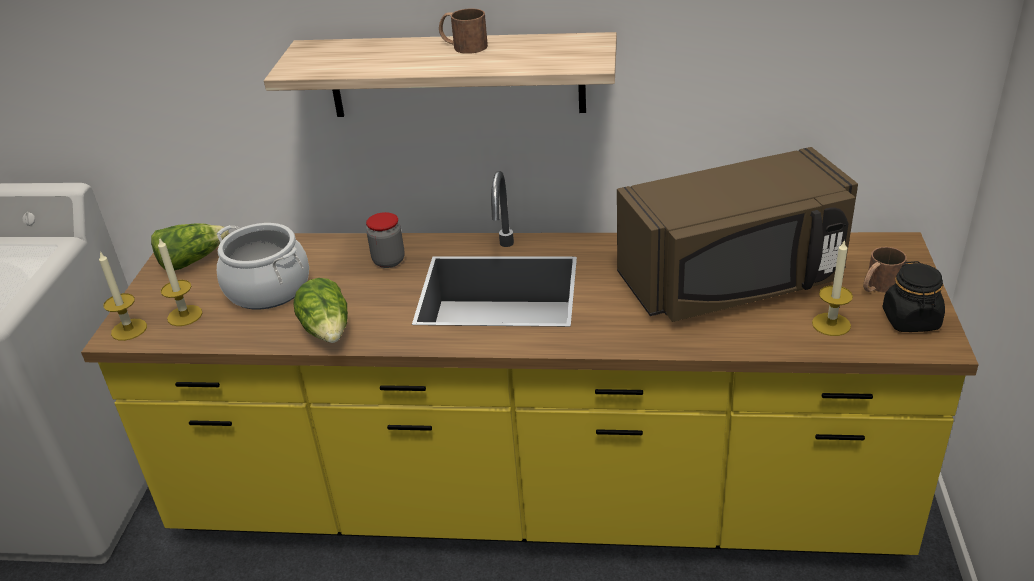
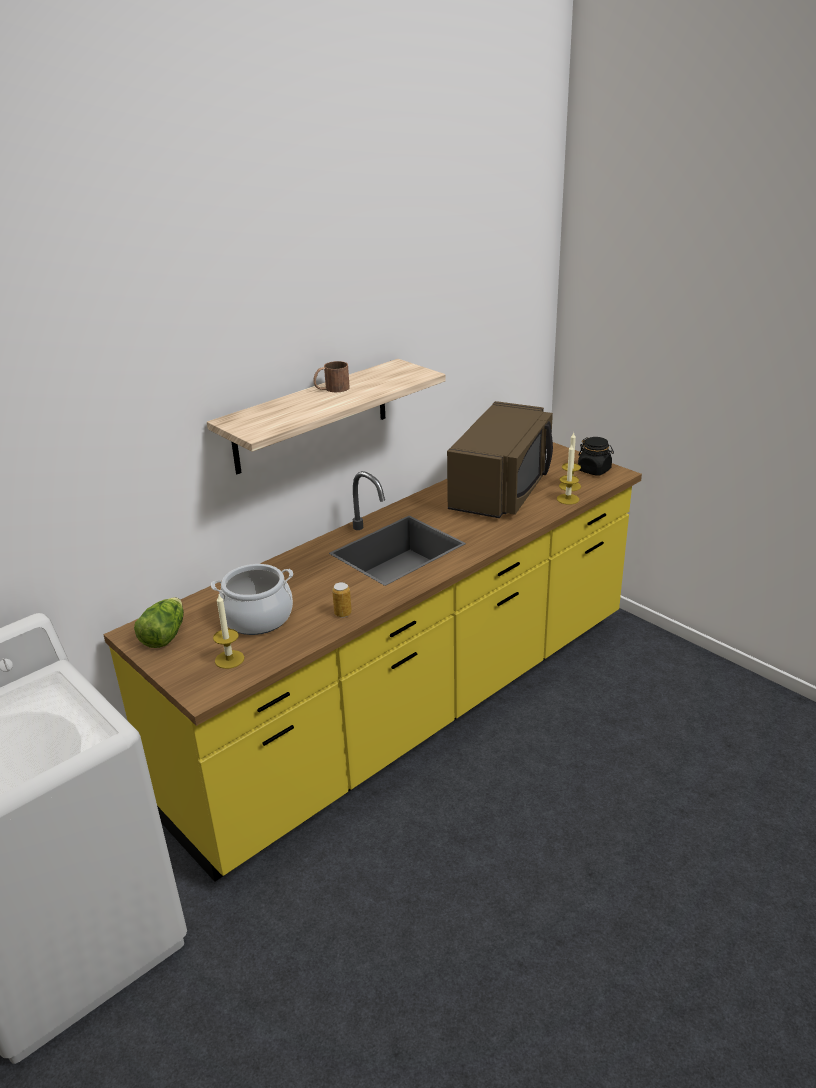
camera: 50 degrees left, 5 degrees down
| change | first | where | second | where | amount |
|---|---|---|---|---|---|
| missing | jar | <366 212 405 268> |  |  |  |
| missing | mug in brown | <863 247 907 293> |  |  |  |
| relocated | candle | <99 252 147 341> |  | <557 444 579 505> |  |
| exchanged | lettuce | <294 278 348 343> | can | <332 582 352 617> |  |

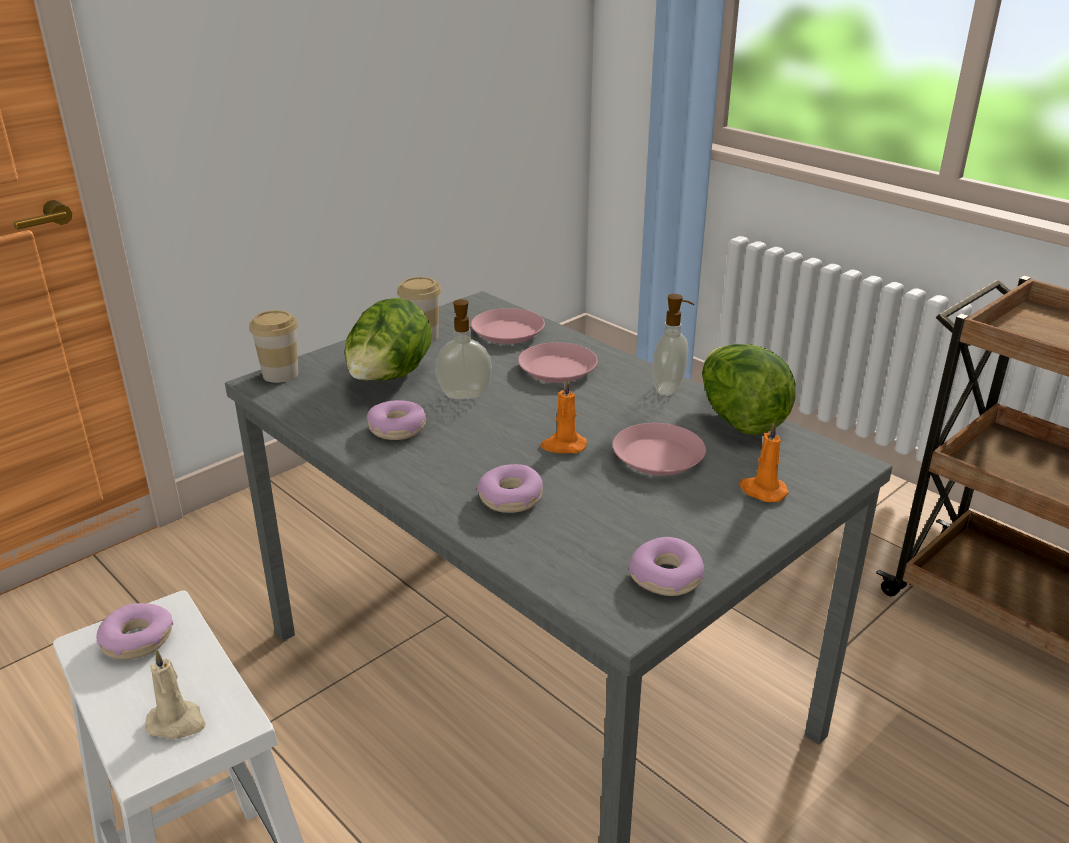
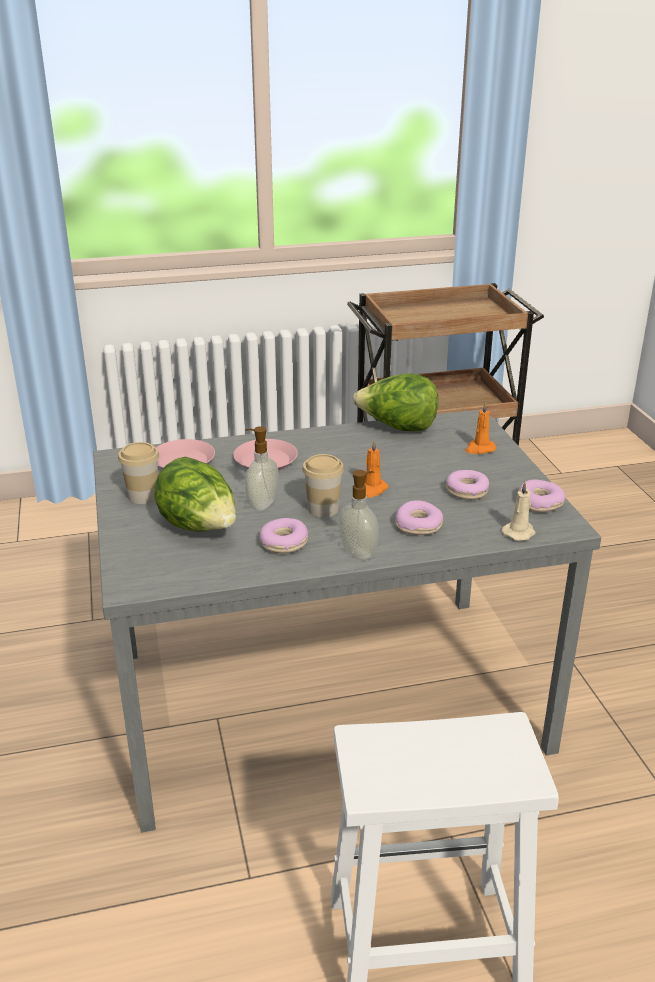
camera: 60 degrees left, 0 degrees up
| change | first | where | second | where | amount |
|---|---|---|---|---|---|
| relocated | soap dispenser | <652 294 694 396> |  | <339 470 378 560> |  |
| relocated | cup | <249 310 298 383> |  | <302 454 344 518> |  |
| missing | plate in pink | <613 423 706 476> |  |  |  |
| relocated | donut | <96 603 173 660> |  | <446 470 489 500> |  |
| relocated | candle in beige | <146 649 206 739> |  | <502 481 536 541> |  |

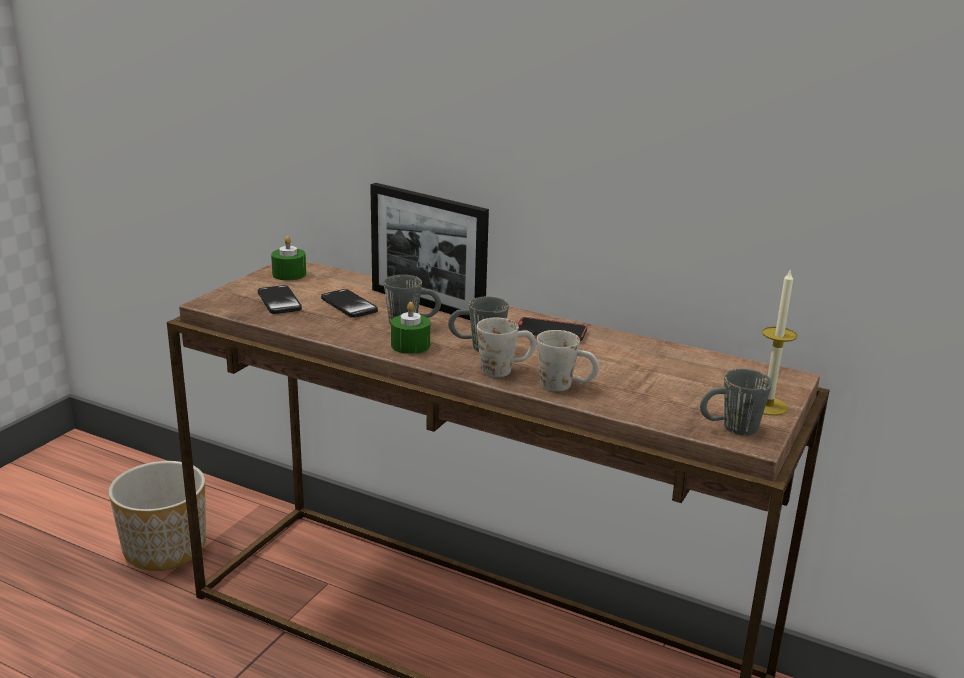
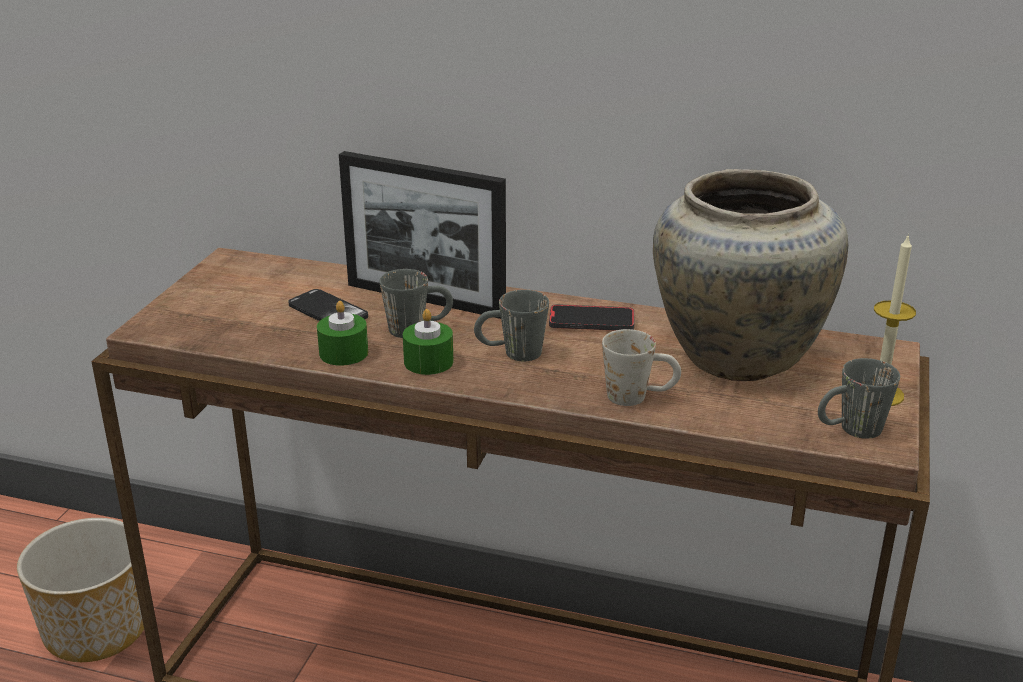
camera: 10 degrees left, 5 degrees up
| change | first | where | second | where | amount |
|---|---|---|---|---|---|
| relocated | candle in green | <271 236 306 280> |  | <317 301 368 366> |  |
| missing | phone | <258 285 302 314> |  |  |  |
| missing | mug in white | <477 318 536 377> |  |  |  |
| appeared |  |  | vase in beige | <653 169 848 381> |  |

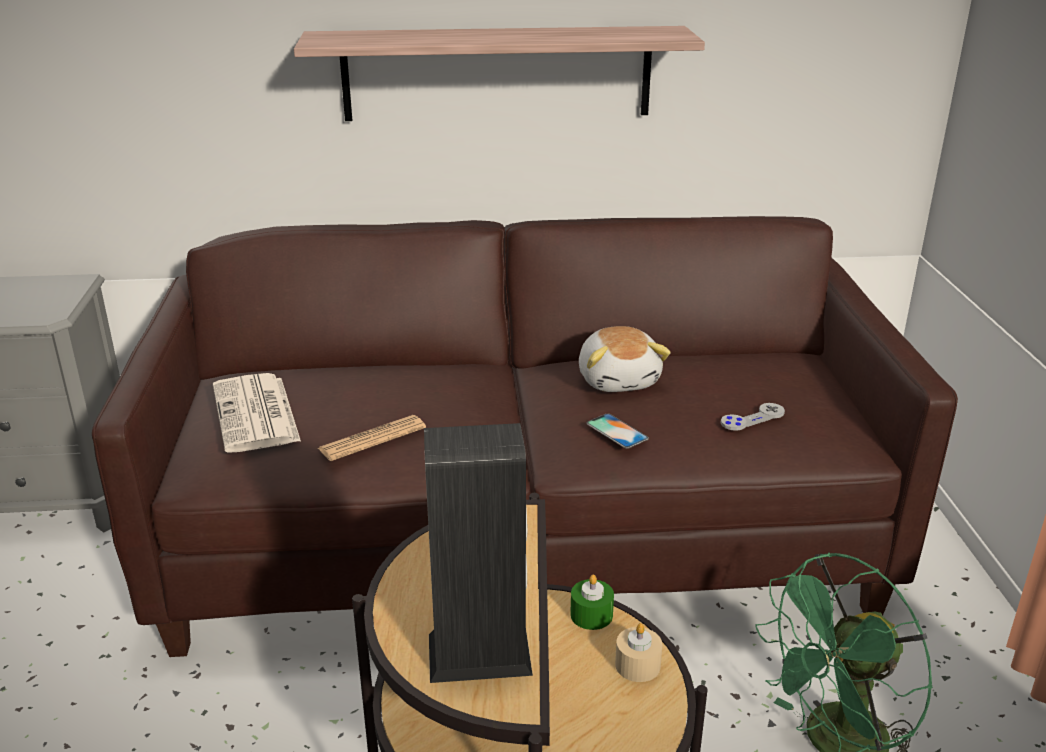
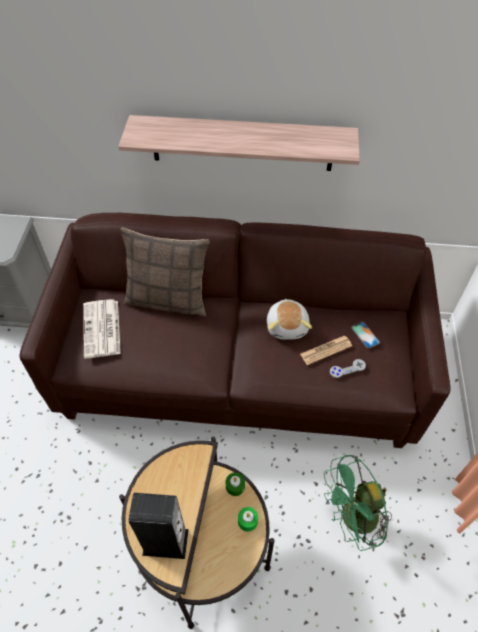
camera: 10 degrees right, 25 degrees up
| change | first | where | second | where | amount |
|---|---|---|---|---|---|
| relocated | phone | <587 413 649 449> |  | <351 322 380 349> |  |
| relocated | newspaper | <318 415 426 461> |  | <300 336 352 365> |  |
| colour | candle in beige | <615 623 662 682> | candle in green | <238 507 258 532> |  |
| appeared |  |  | pillow | <120 228 210 316> |  |

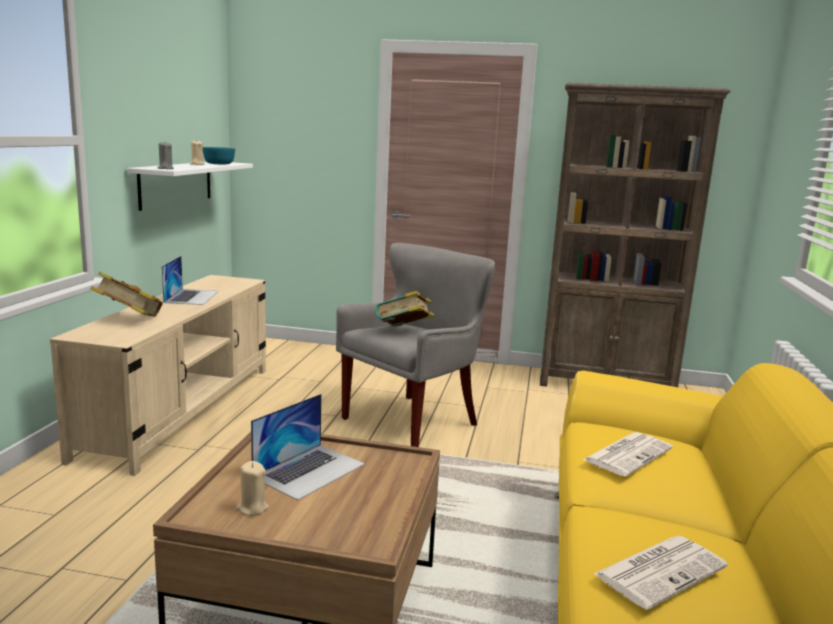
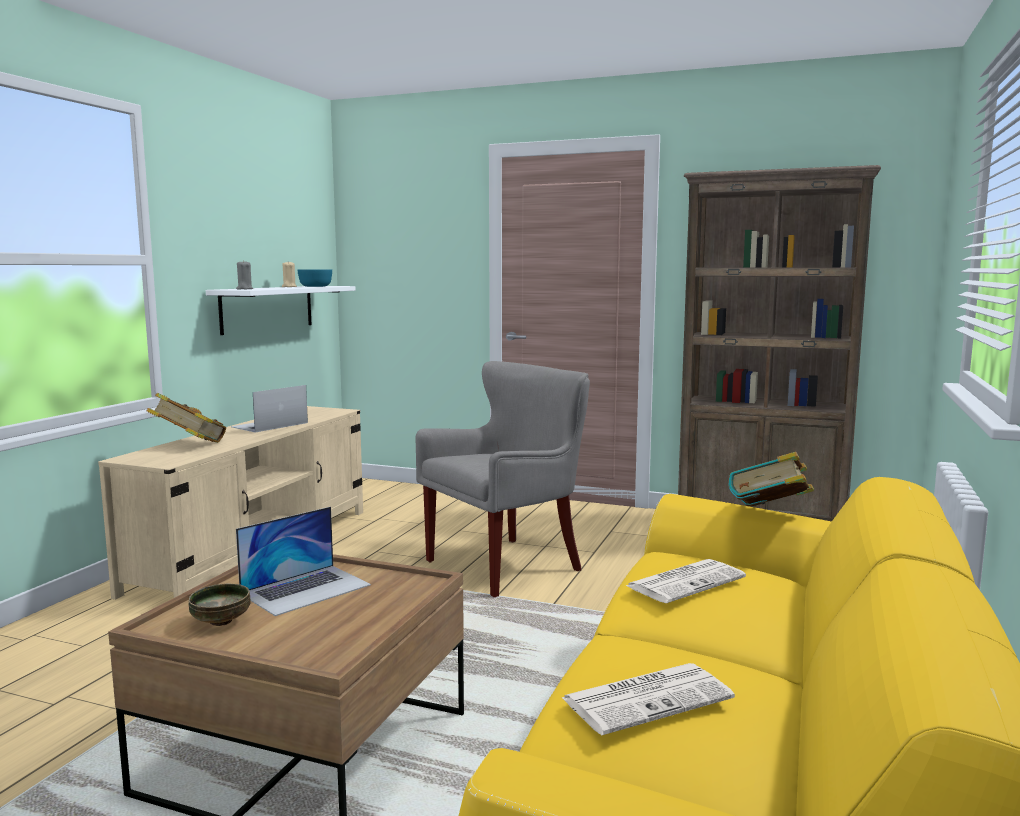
camera: 10 degrees right, 5 degrees down
| change | first | where | second | where | amount |
|---|---|---|---|---|---|
| spun | laptop | <162 256 219 305> |  | <231 385 308 433> | 150 degrees counterclockwise |
| relocated | book | <375 291 434 327> |  | <728 452 814 507> |  |
| exchanged | candle in beige | <236 461 269 516> | bowl | <188 583 251 626> |  |

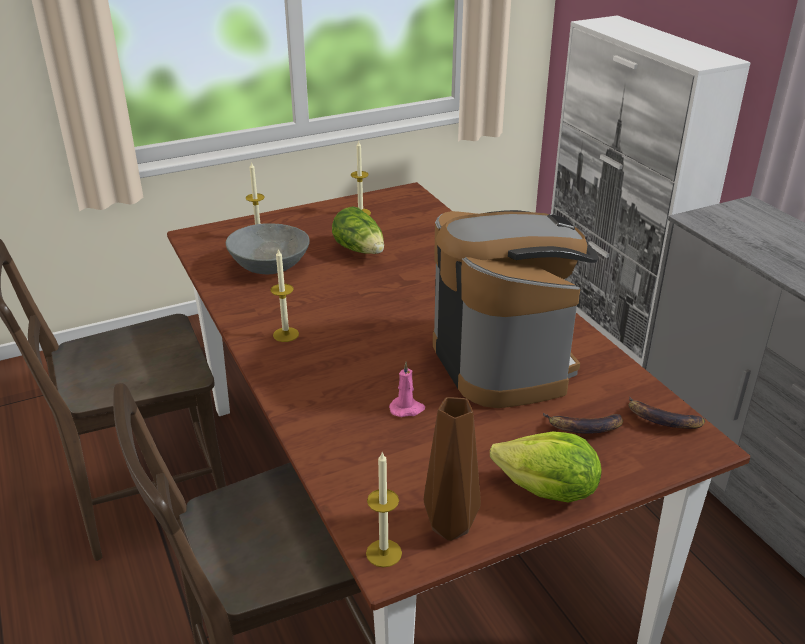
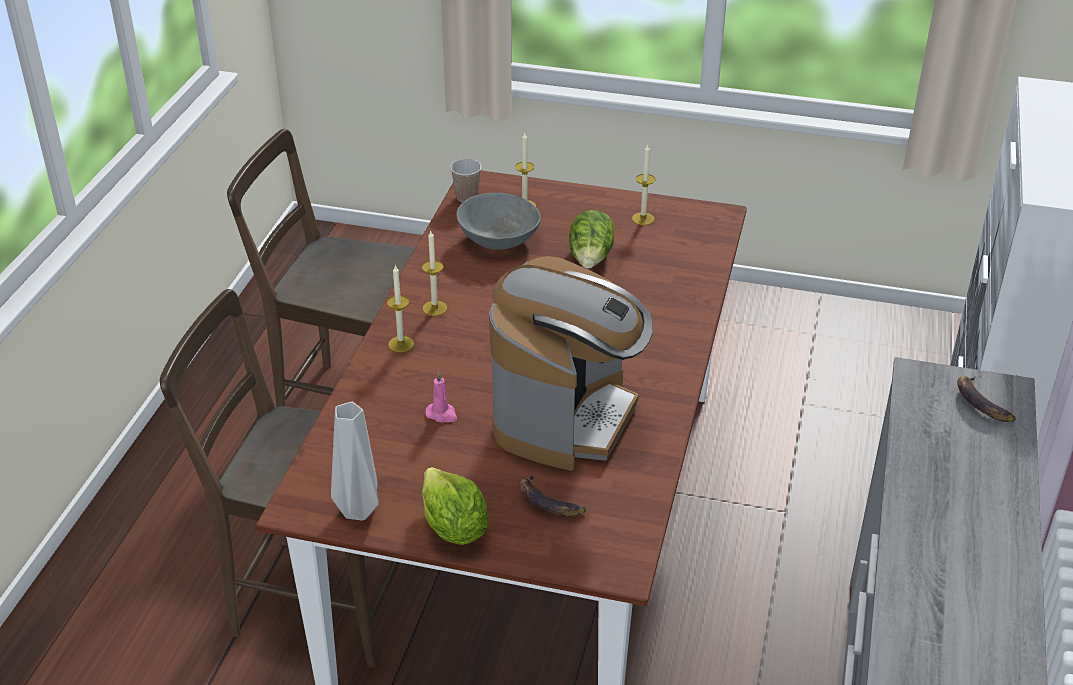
camera: 40 degrees right, 5 degrees up
| change | first | where | second | where | amount |
|---|---|---|---|---|---|
| colour | vase in brown | <424 397 481 541> | vase in grey | <331 402 379 521> |  |
| relocated | banana | <628 397 705 429> |  | <957 376 1016 422> |  |
| relocated | candle | <366 452 402 567> |  | <387 265 414 352> |  |
| appeared |  |  | cup | <450 159 482 203> |  |

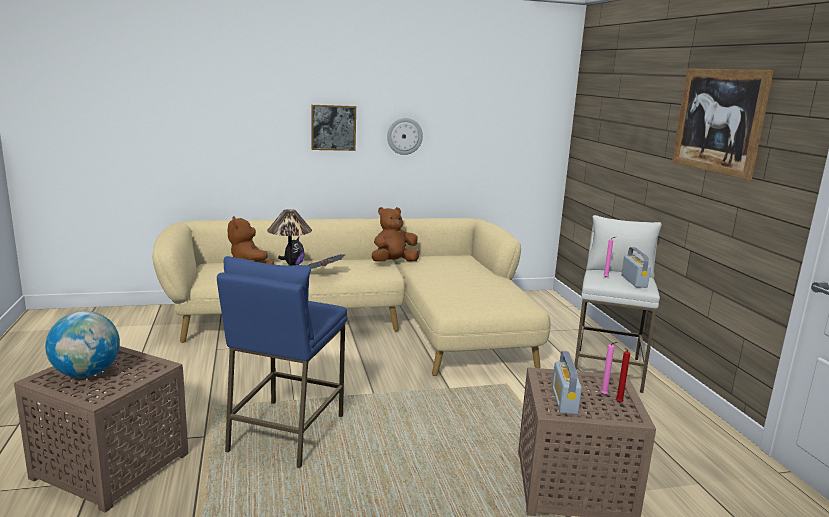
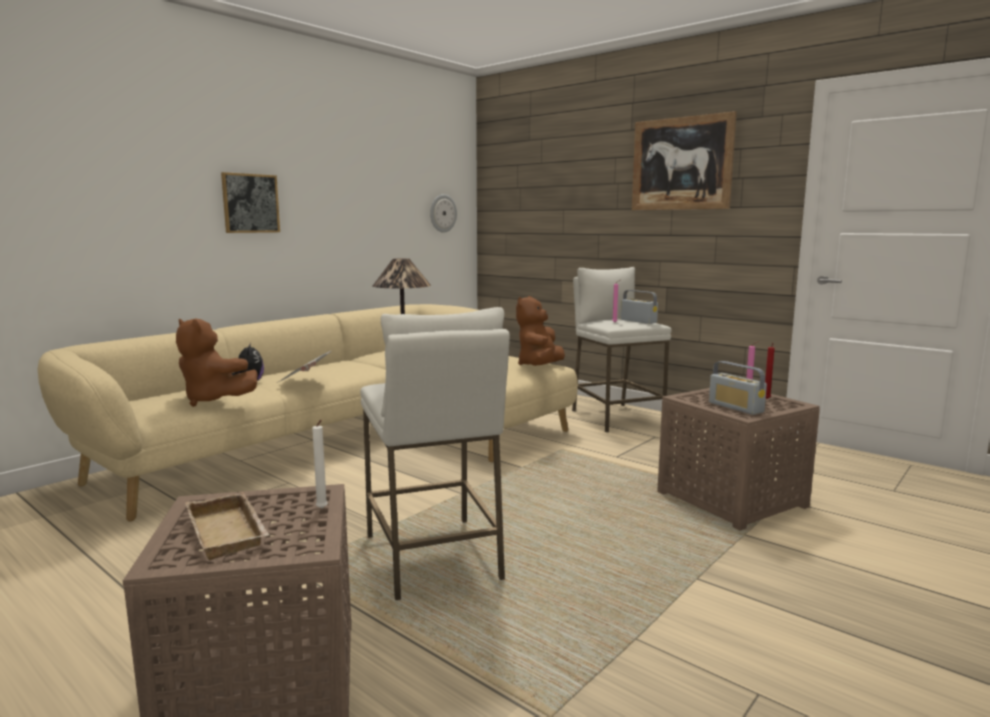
camera: 35 degrees left, 5 degrees down
| change | first | where | second | where | amount |
|---|---|---|---|---|---|
| relocated | wall clock | <387 118 423 155> |  | <430 194 457 233> |  |
| relocated | plush toy in brown | <372 207 419 262> |  | <516 296 565 366> |  |
| colour | stool in blue | <217 256 347 468> | stool in white | <360 307 510 600> |  |
| exchanged | globe | <45 311 120 378> | tray in beige | <185 492 269 560> |  |
| appeared |  |  | candle in white | <312 420 328 509> |  |

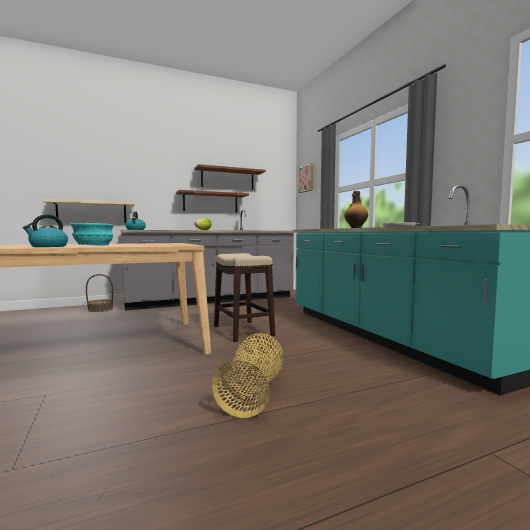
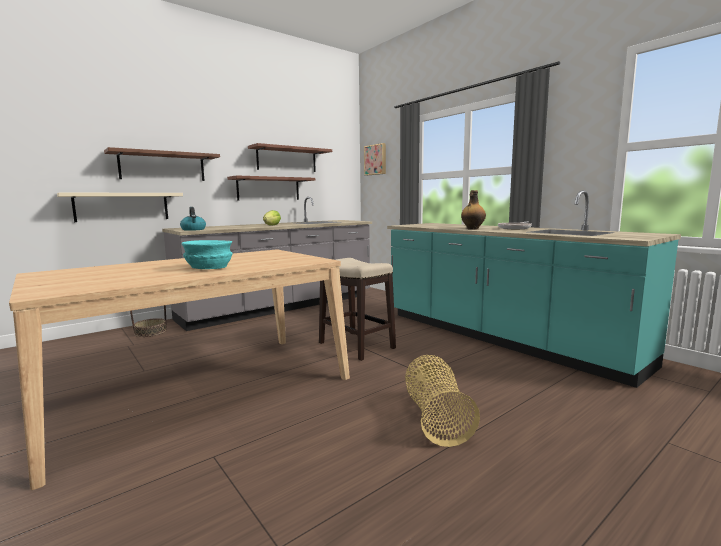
camera: 15 degrees left, 5 degrees up
| change | first | where | second | where | amount |
|---|---|---|---|---|---|
| missing | kettle | <23 214 68 247> |  |  |  |
| appeared |  |  | shelf in brown | <104 147 220 181> |  |

